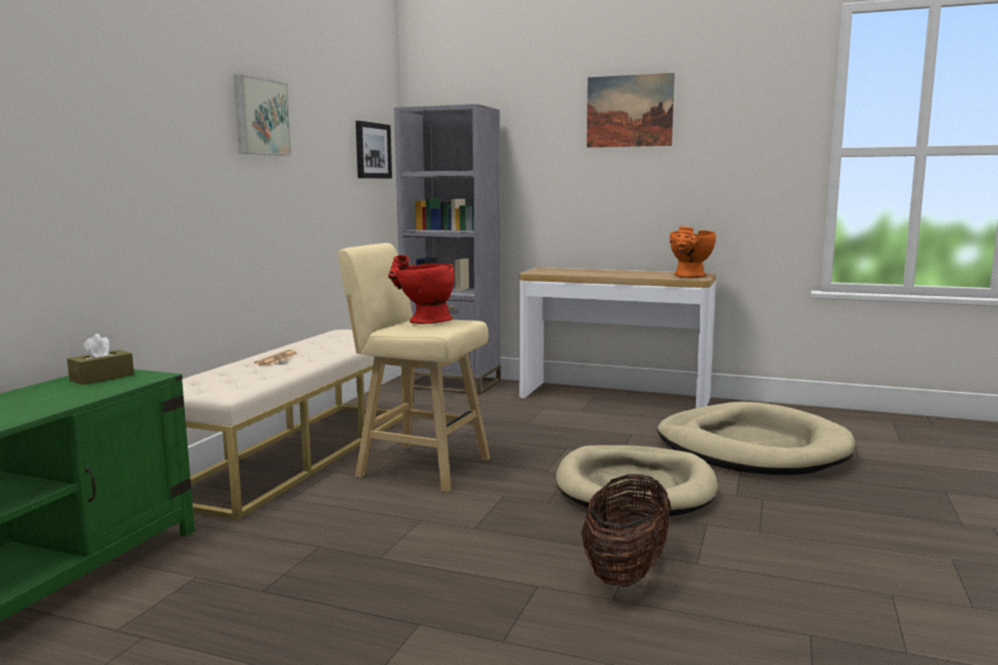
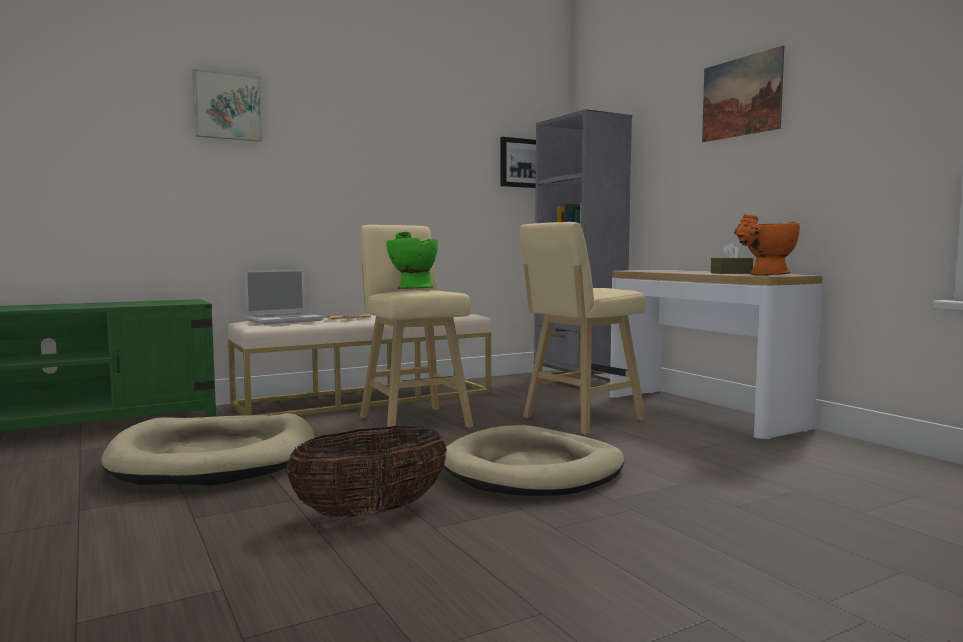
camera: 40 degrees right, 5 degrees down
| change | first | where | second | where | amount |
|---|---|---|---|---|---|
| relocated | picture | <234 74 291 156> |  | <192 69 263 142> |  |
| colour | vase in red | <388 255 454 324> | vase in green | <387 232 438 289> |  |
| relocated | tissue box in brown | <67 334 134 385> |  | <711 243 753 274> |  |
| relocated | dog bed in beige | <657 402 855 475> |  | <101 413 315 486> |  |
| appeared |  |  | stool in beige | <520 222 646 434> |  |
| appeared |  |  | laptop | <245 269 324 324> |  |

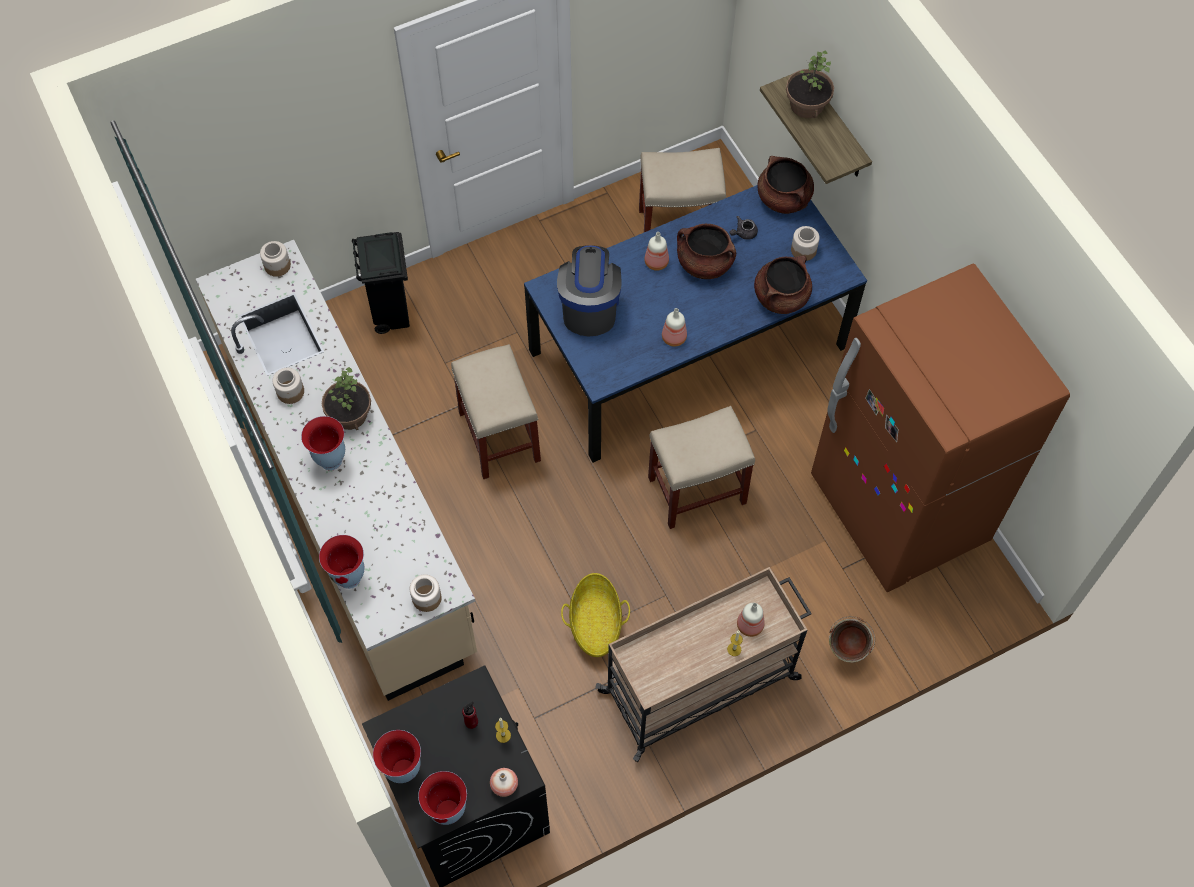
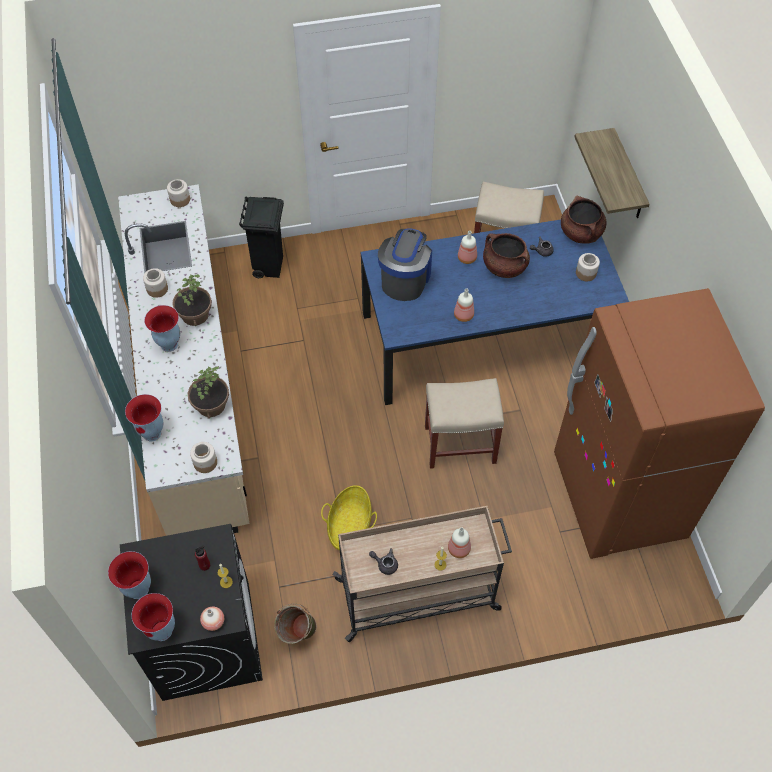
camera: 15 degrees right, 5 degrees down
| change | first | where | second | where | amount |
|---|---|---|---|---|---|
| relocated | potted plant | <786 50 834 118> |  | <188 366 229 419> |  |
| missing | cooking pot in brown | <754 255 812 314> |  |  |  |
| missing | stool in beige | <451 344 541 479> |  |  |  |
| relocated | bucket in green | <829 616 875 663> |  | <274 604 317 644> |  |
| appeared |  |  | teapot in grey | <369 548 398 575> |  |

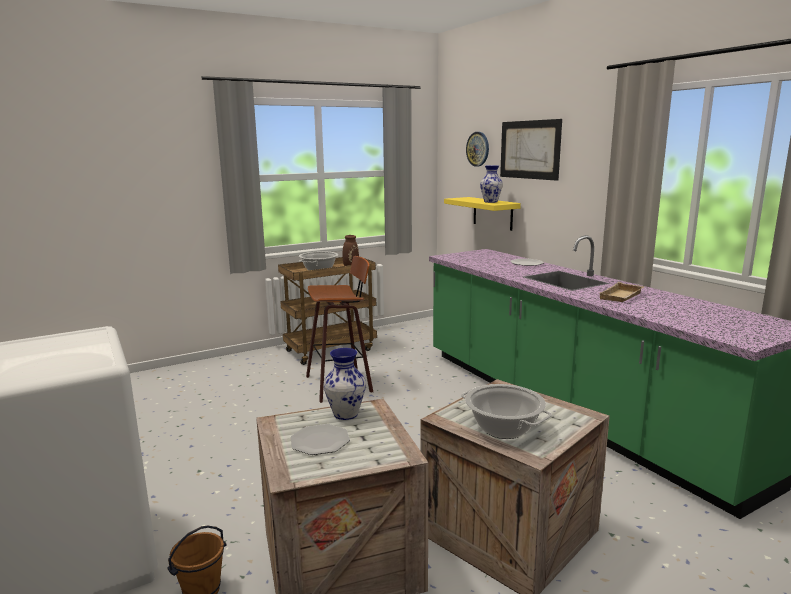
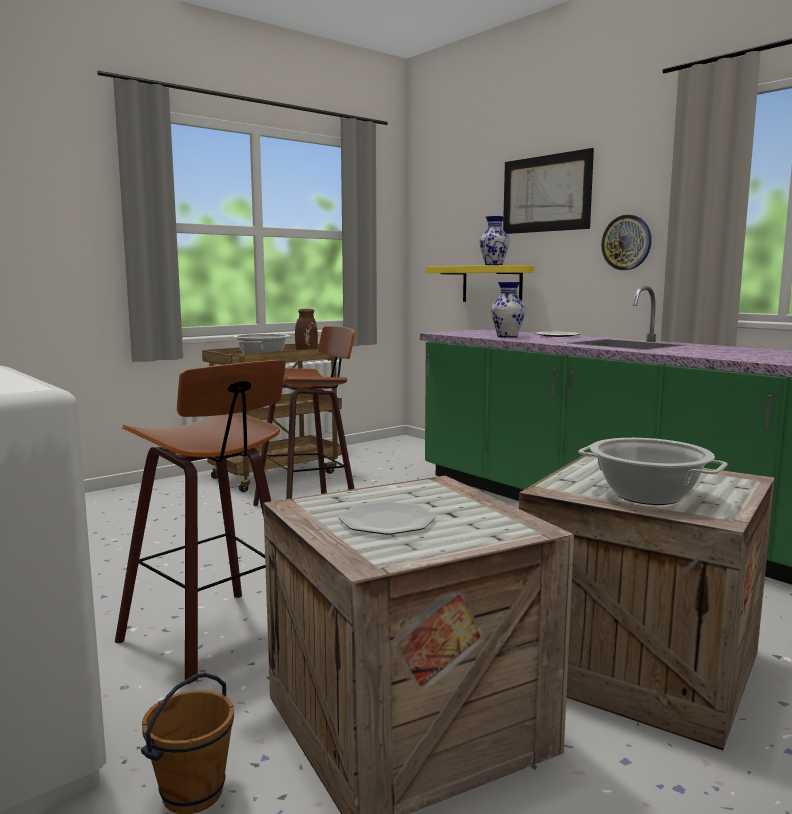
camera: 10 degrees left, 5 degrees down
| change | first | where | second | where | amount |
|---|---|---|---|---|---|
| relocated | wall clock | <466 132 489 167> |  | <601 215 652 270> |  |
| missing | tray in beige | <600 282 644 302> |  |  |  |
| relocated | vase | <324 348 366 420> |  | <491 282 526 337> |  |
| appeared |  |  | stool | <115 360 286 685> |  |

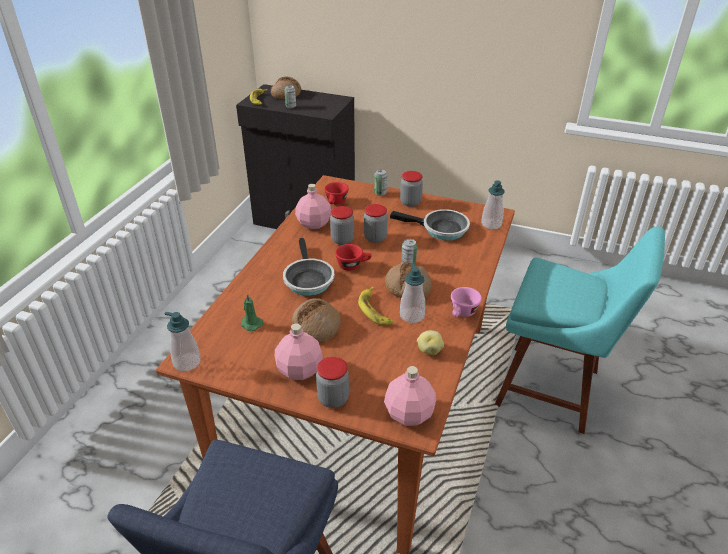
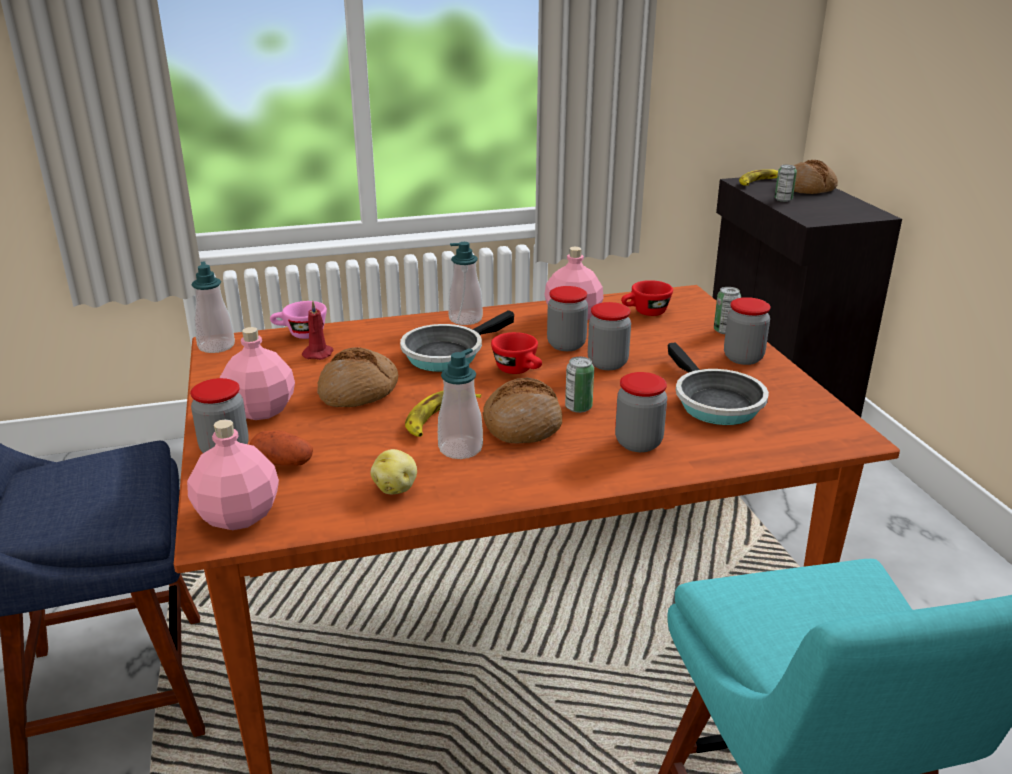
camera: 55 degrees right, 10 degrees down
| change | first | where | second | where | amount |
|---|---|---|---|---|---|
| relocated | soap dispenser | <481 180 505 229> |  | <448 242 483 325> |  |
| relocated | cup in pink | <451 287 482 317> |  | <270 301 327 339> |  |
| colour | candle in green | <241 293 263 331> | candle in red | <302 301 333 360> |  |
| appeared |  |  | jar | <615 372 667 452> |  |
| appeared |  |  | potato | <249 430 313 466> |  |

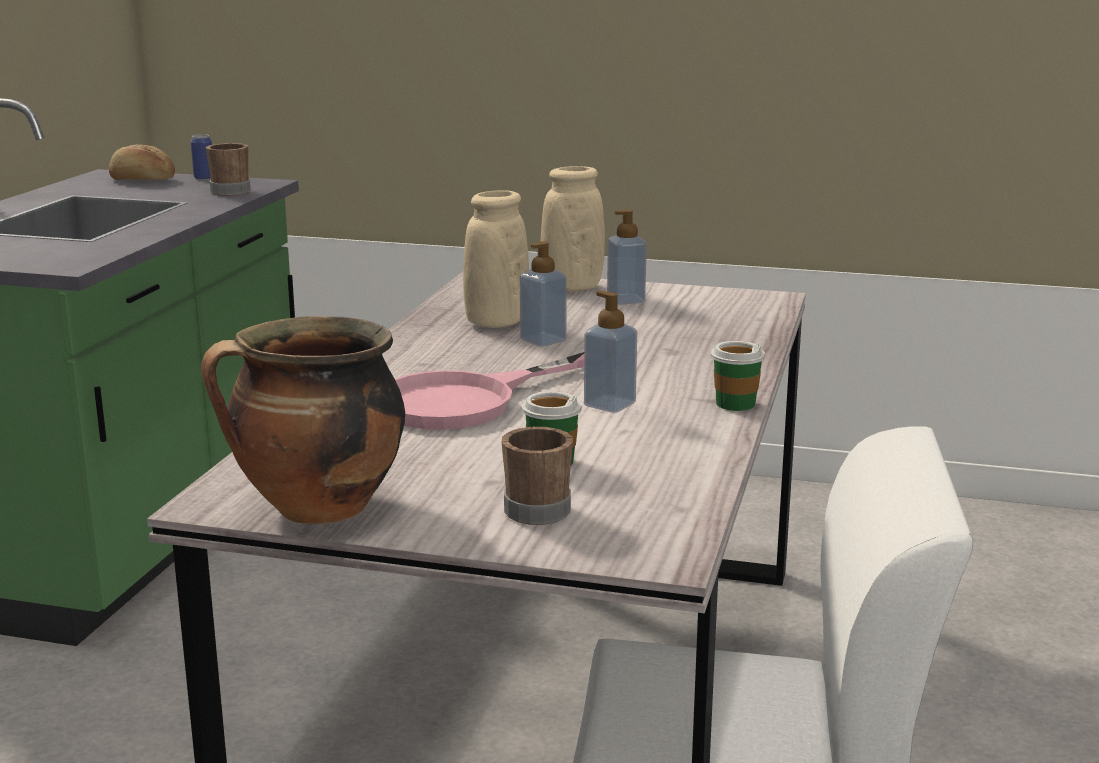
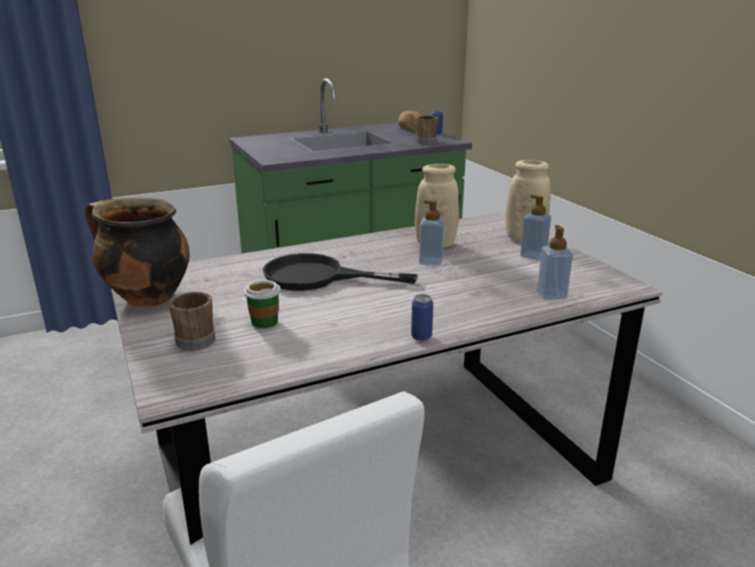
camera: 50 degrees right, 5 degrees up
| change | first | where | second | where | amount |
|---|---|---|---|---|---|
| relocated | soap dispenser | <584 291 637 413> |  | <537 225 573 300> |  |
| exchanged | cup | <710 341 765 411> | can | <411 294 433 341> |  |
| colour | frying pan in pink | <395 352 584 430> | frying pan in black | <263 253 418 291> |  |

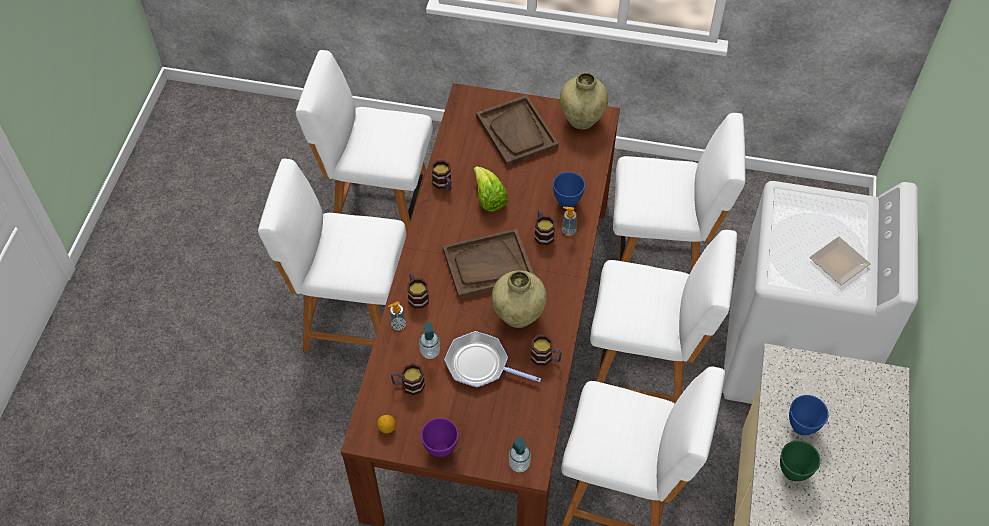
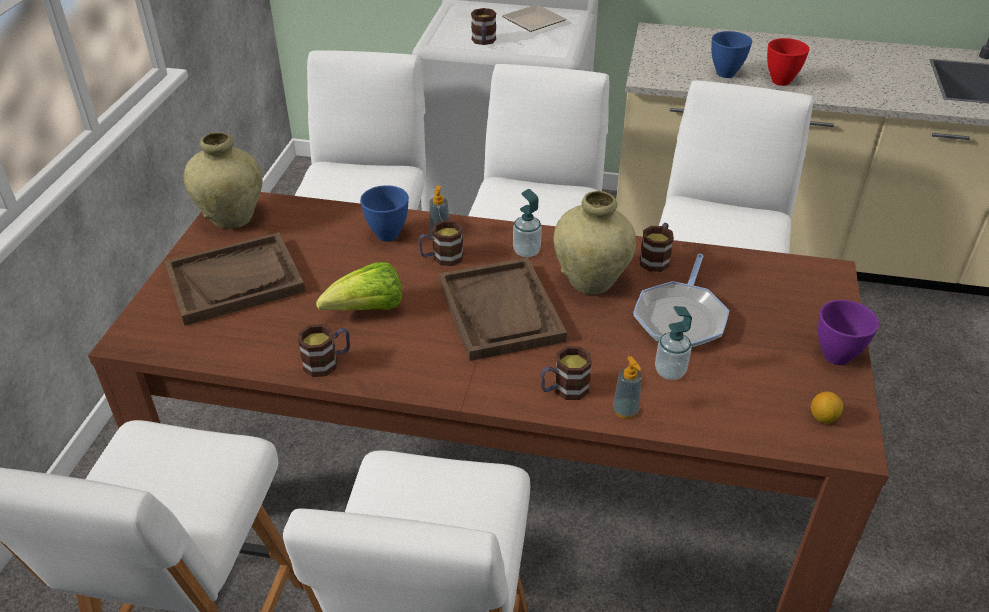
camera: 90 degrees left, 15 degrees down
| change | first | where | second | where | amount |
|---|---|---|---|---|---|
| relocated | mug | <391 363 425 395> |  | <471 8 496 45> |  |
| relocated | soap dispenser | <509 436 531 473> |  | <513 189 542 257> |  |
| colour | bowl in green | <780 440 820 481> | bowl in red | <767 38 809 86> |  |

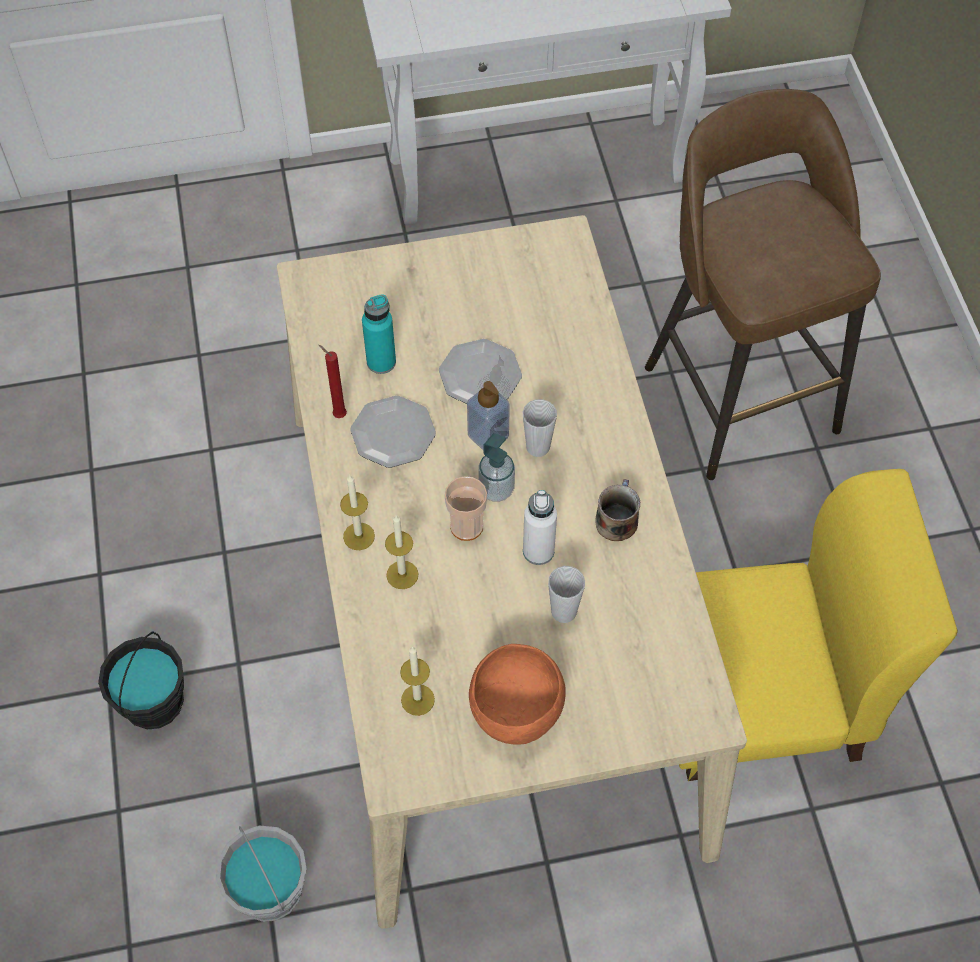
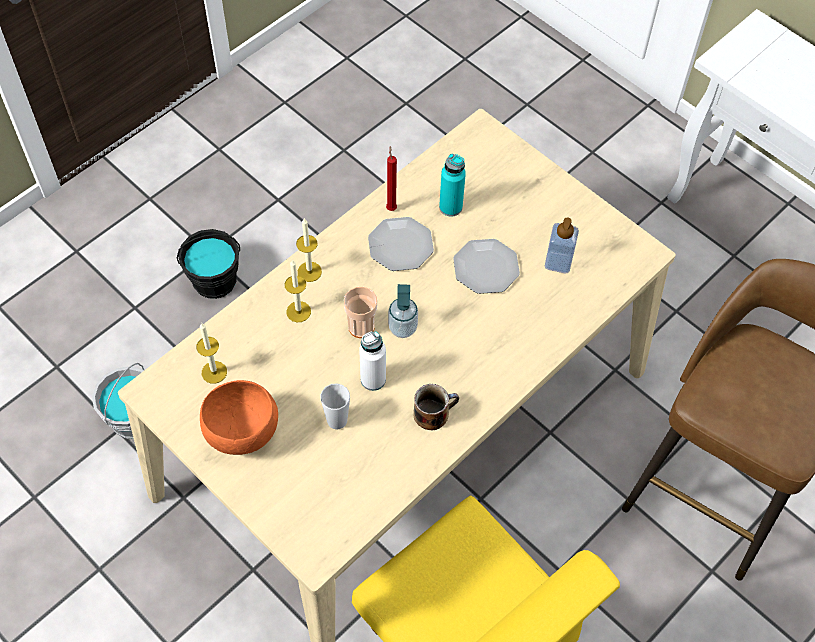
camera: 55 degrees right, 0 degrees up
| change | first | where | second | where | amount |
|---|---|---|---|---|---|
| relocated | soap dispenser | <467 381 510 451> |  | <545 218 579 274> |  |
| missing | cup | <522 399 557 457> |  |  |  |

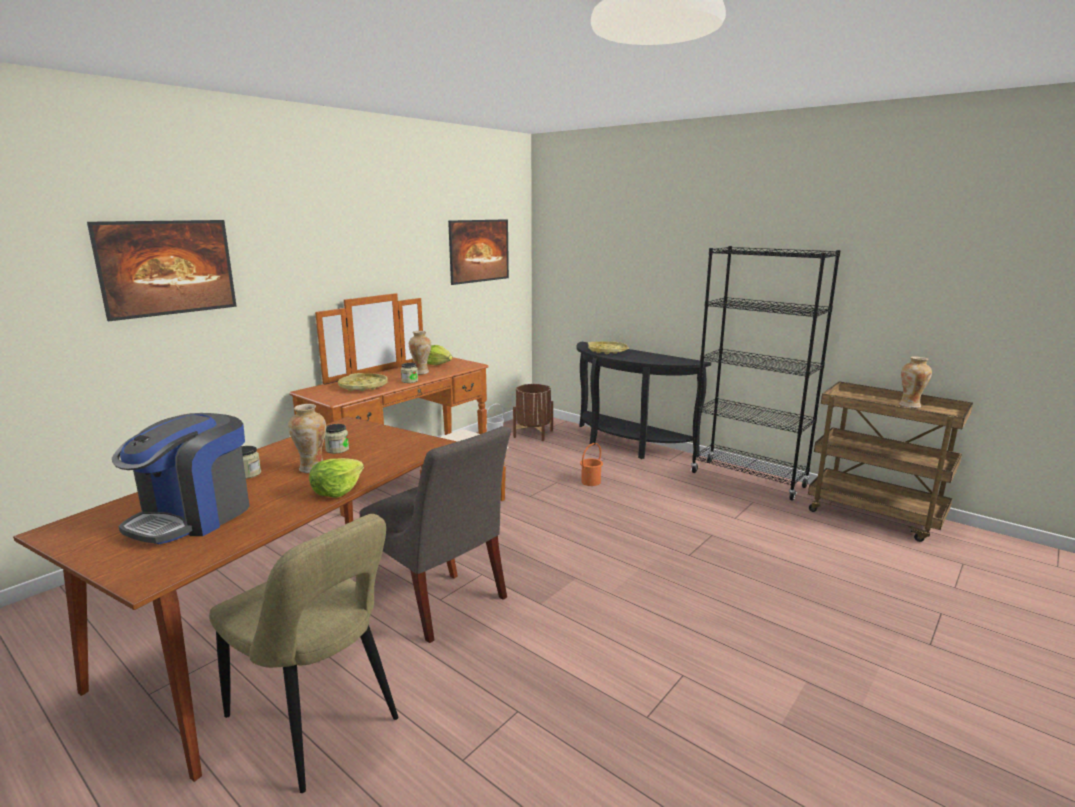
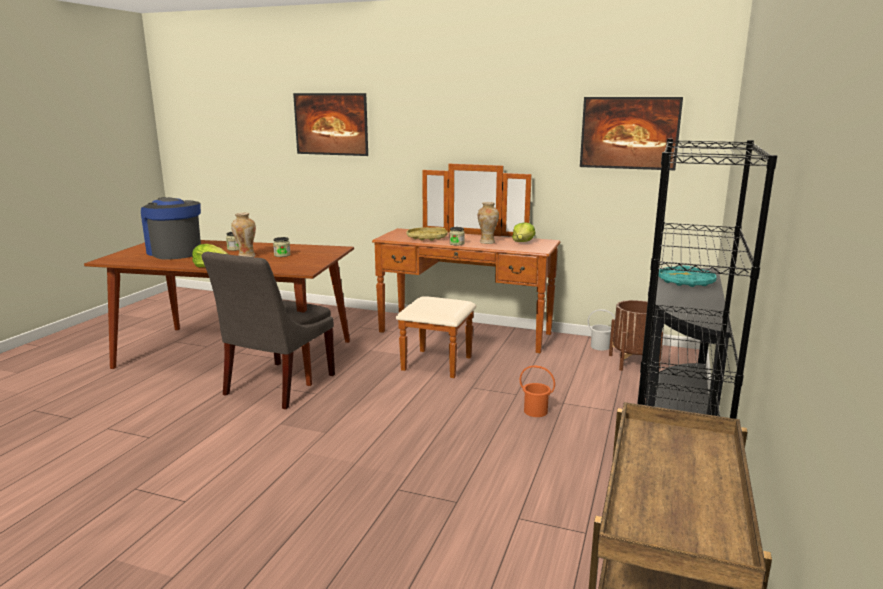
camera: 70 degrees right, 0 degrees up
| change | first | where | second | where | amount |
|---|---|---|---|---|---|
| colour | tray in yellow | <588 341 629 354> | tray in turquoise | <659 266 716 287> |  |
| missing | vase | <899 356 932 408> |  |  |  |
| spun | coffee machine | <112 413 249 544> |  | <141 197 201 260> | 45 degrees clockwise |
| missing | chair in beige | <209 514 398 793> |  |  |  |

